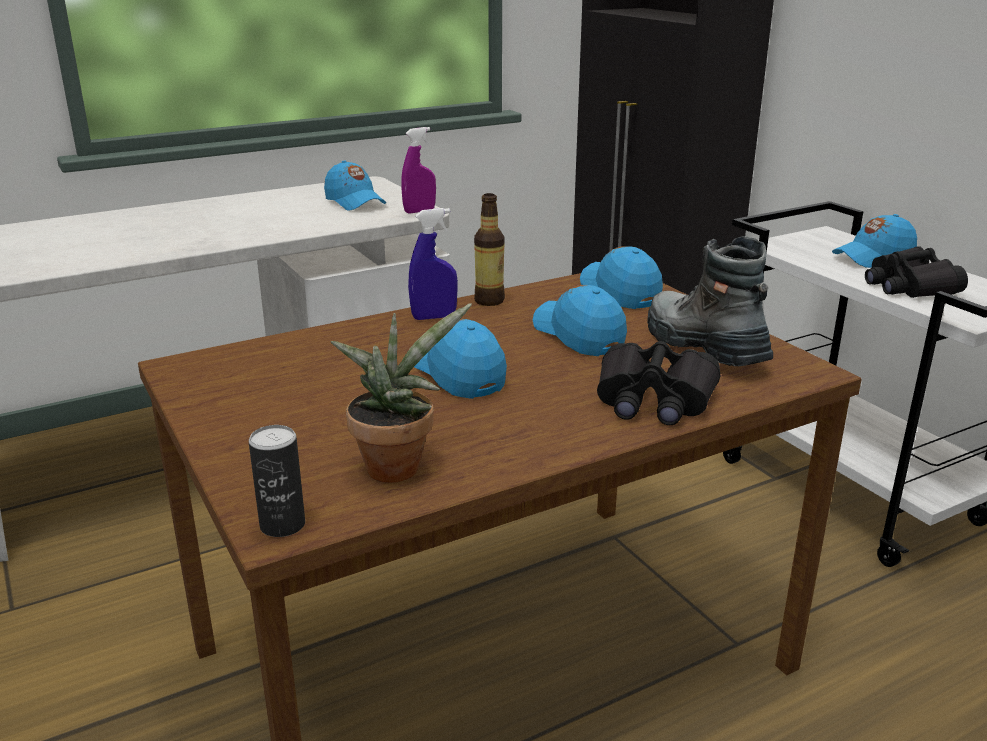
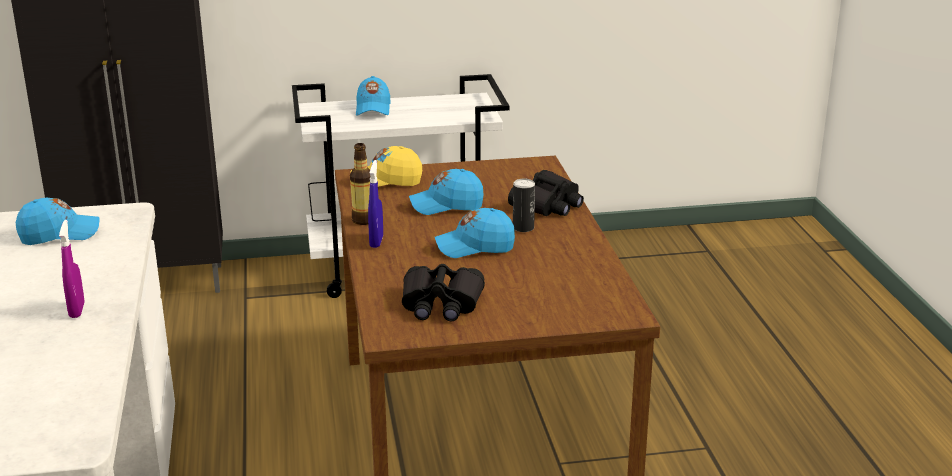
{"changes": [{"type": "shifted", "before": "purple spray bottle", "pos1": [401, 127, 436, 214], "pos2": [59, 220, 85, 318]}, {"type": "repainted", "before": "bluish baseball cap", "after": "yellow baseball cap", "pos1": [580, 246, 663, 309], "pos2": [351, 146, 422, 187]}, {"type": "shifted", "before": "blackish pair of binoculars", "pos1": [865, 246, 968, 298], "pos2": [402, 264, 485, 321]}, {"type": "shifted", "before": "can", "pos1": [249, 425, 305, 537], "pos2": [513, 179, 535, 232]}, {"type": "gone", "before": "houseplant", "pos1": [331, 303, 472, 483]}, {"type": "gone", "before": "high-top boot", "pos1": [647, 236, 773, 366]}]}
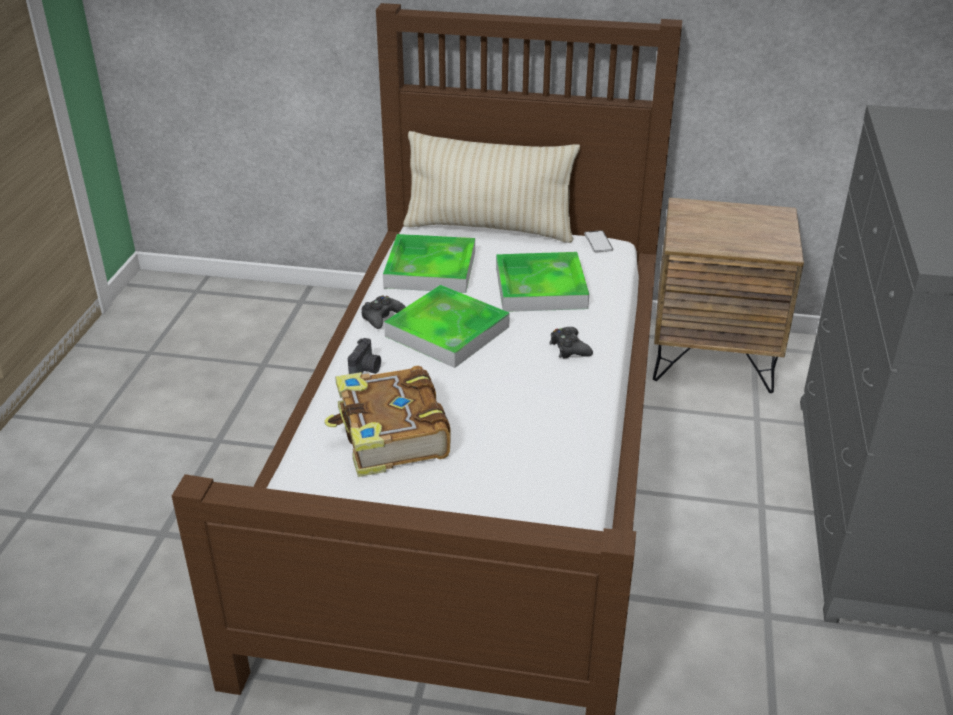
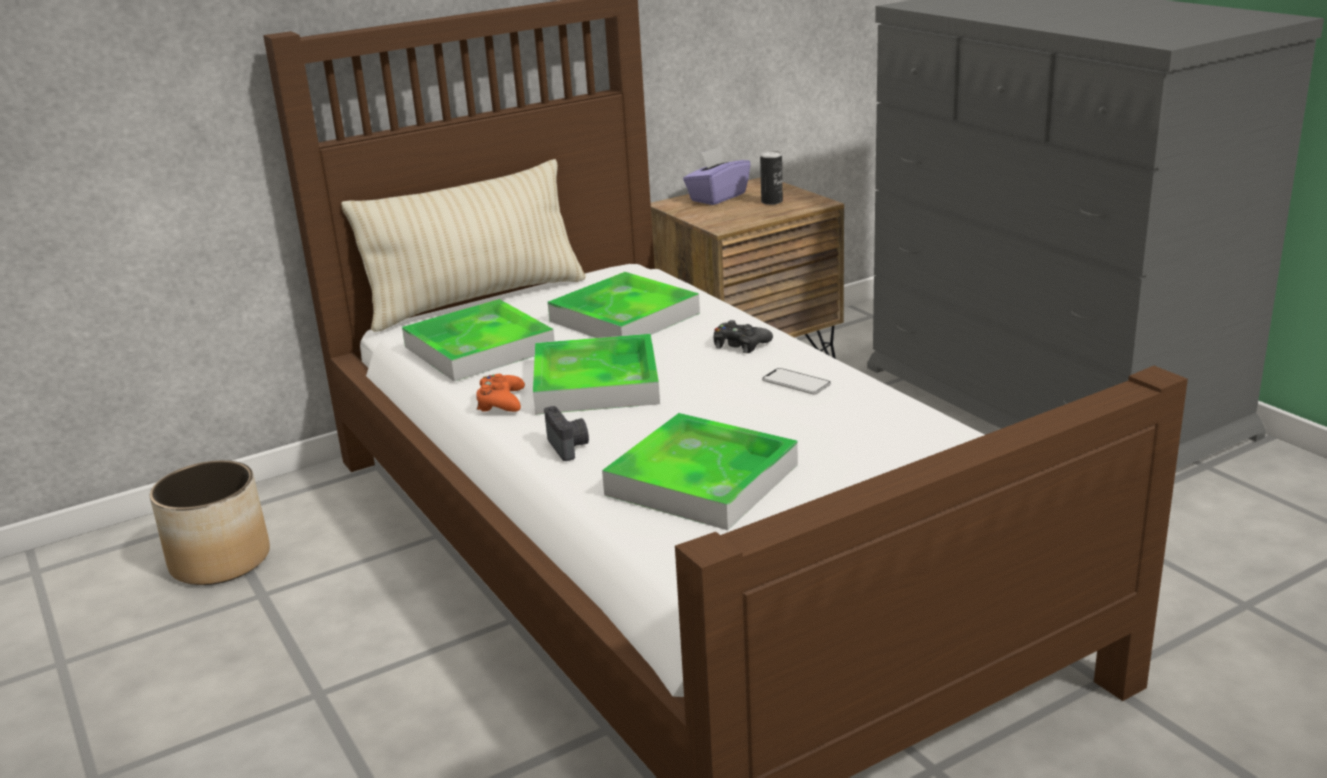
{"changes": [{"type": "new", "after": "planter", "pos2": [150, 460, 270, 585]}, {"type": "repainted", "before": "blackish gamepad", "after": "orange gamepad", "pos1": [361, 295, 406, 329], "pos2": [476, 374, 525, 412]}, {"type": "swapped", "before": "volume", "after": "carrying tray", "pos1": [324, 365, 451, 477], "pos2": [602, 413, 798, 530]}, {"type": "new", "after": "purple box of tissues", "pos2": [683, 146, 751, 205]}, {"type": "new", "after": "can", "pos2": [760, 151, 783, 205]}, {"type": "shifted", "before": "phone", "pos1": [584, 230, 613, 252], "pos2": [762, 368, 831, 394]}]}
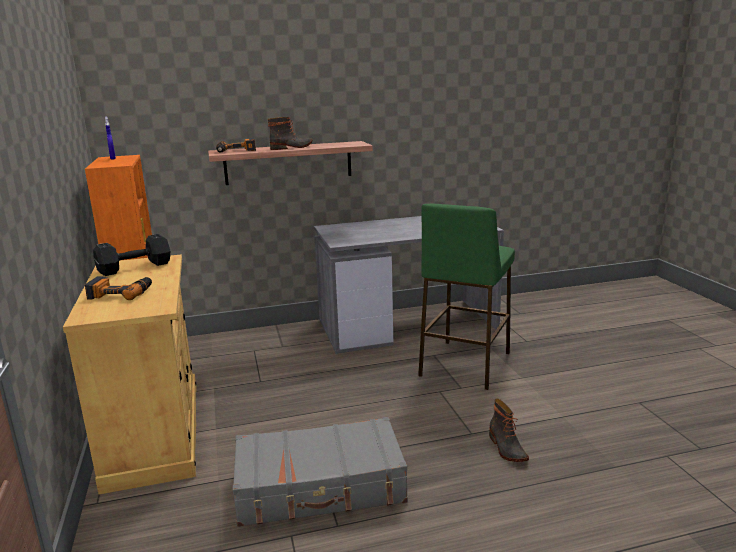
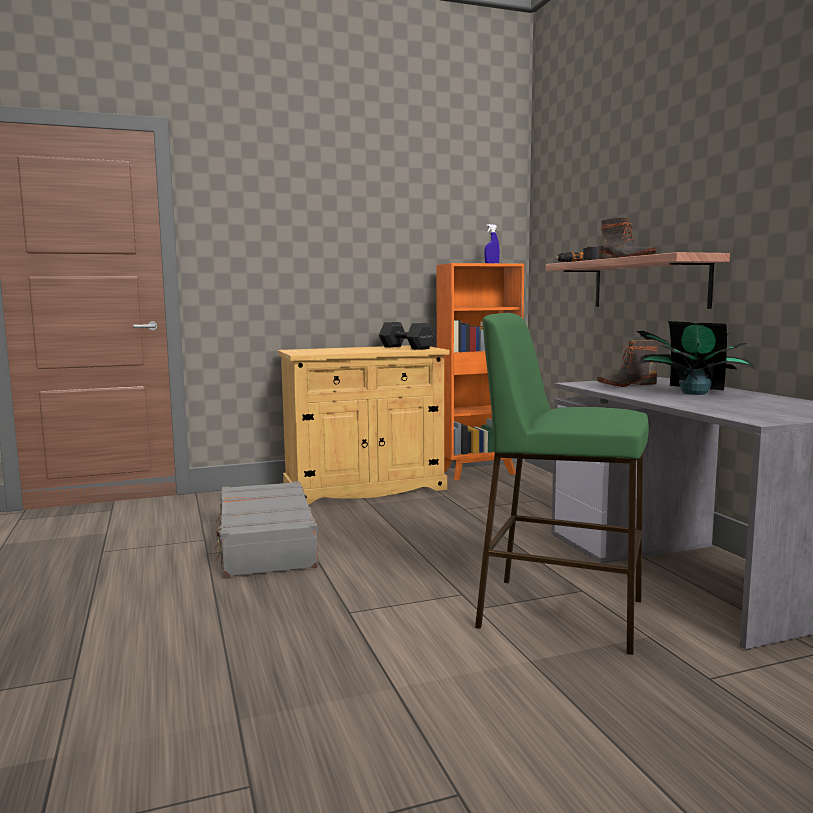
{"changes": [{"type": "shifted", "before": "high-top boot", "pos1": [489, 399, 529, 462], "pos2": [597, 340, 658, 387]}, {"type": "new", "after": "houseplant", "pos2": [637, 321, 756, 395]}, {"type": "gone", "before": "drill", "pos1": [85, 276, 152, 300]}]}
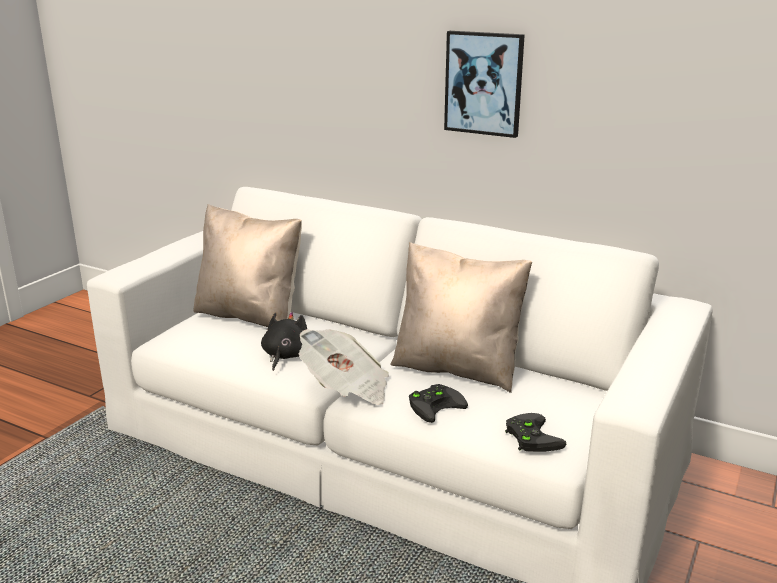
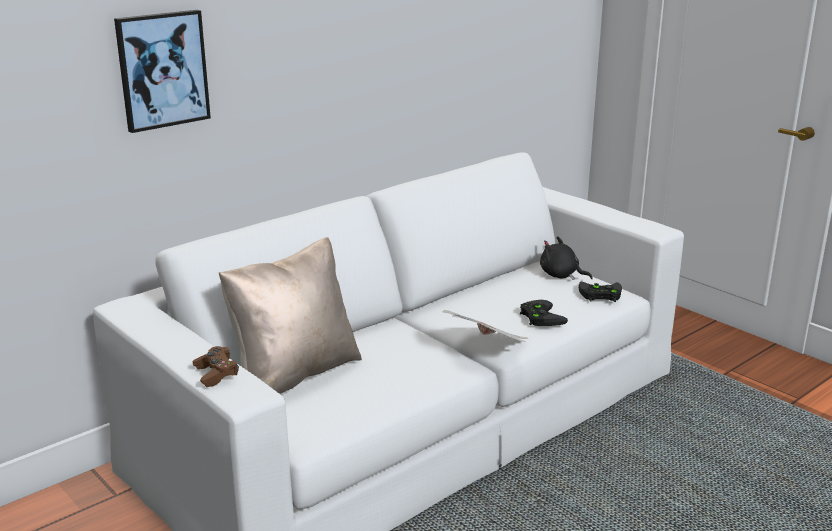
{"changes": [{"type": "shifted", "before": "wall picture", "pos1": [444, 31, 525, 138], "pos2": [114, 10, 211, 133]}, {"type": "new", "after": "brown gamepad", "pos2": [193, 346, 239, 387]}, {"type": "shifted", "before": "blackish cuddly toy", "pos1": [261, 312, 307, 371], "pos2": [540, 236, 593, 280]}, {"type": "gone", "before": "beige-coloured throw pillow", "pos1": [391, 242, 532, 393]}]}
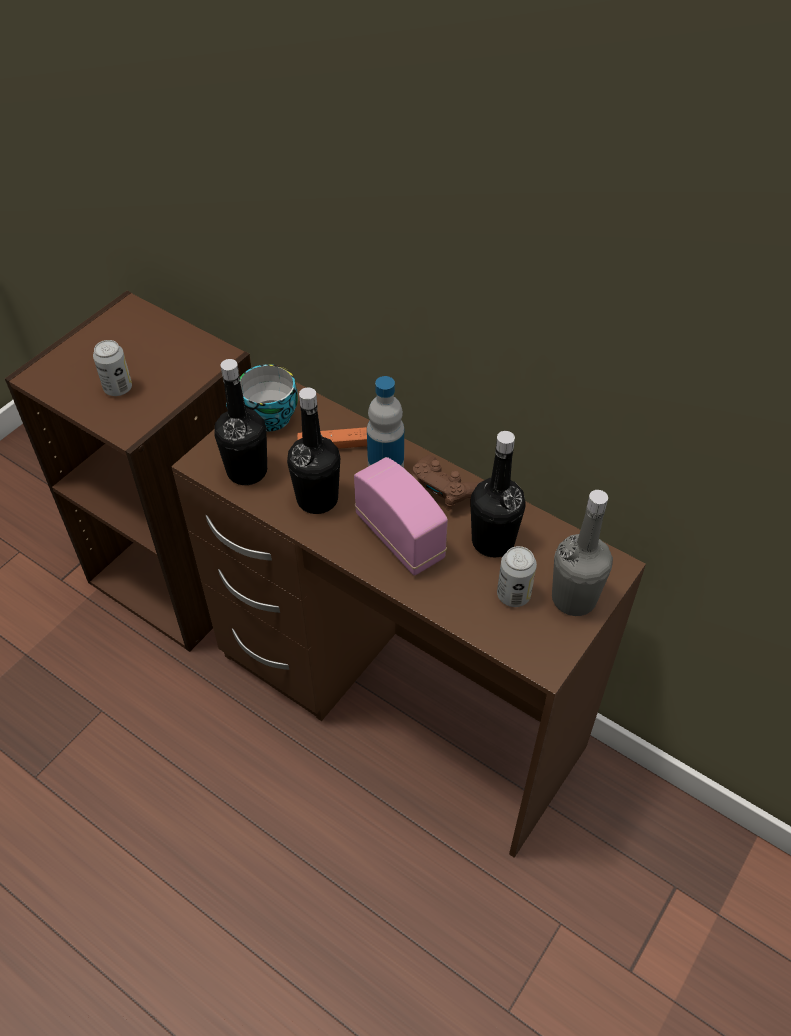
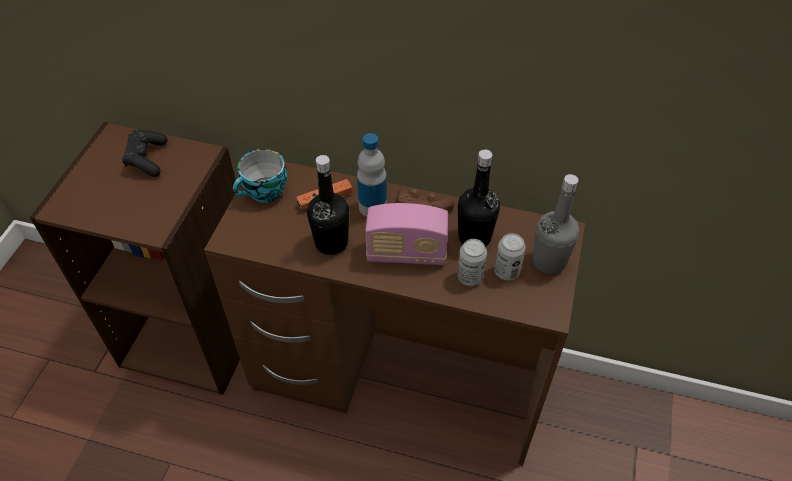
{"changes": [{"type": "new", "after": "blackish gamepad", "pos2": [122, 129, 167, 177]}, {"type": "rotated", "before": "radio set", "pos1": [354, 457, 448, 576], "pos2": [365, 203, 448, 265], "turn": 150}, {"type": "shifted", "before": "can", "pos1": [93, 340, 132, 396], "pos2": [457, 239, 487, 286]}, {"type": "gone", "before": "blackish beverage bottle", "pos1": [214, 359, 267, 485]}]}
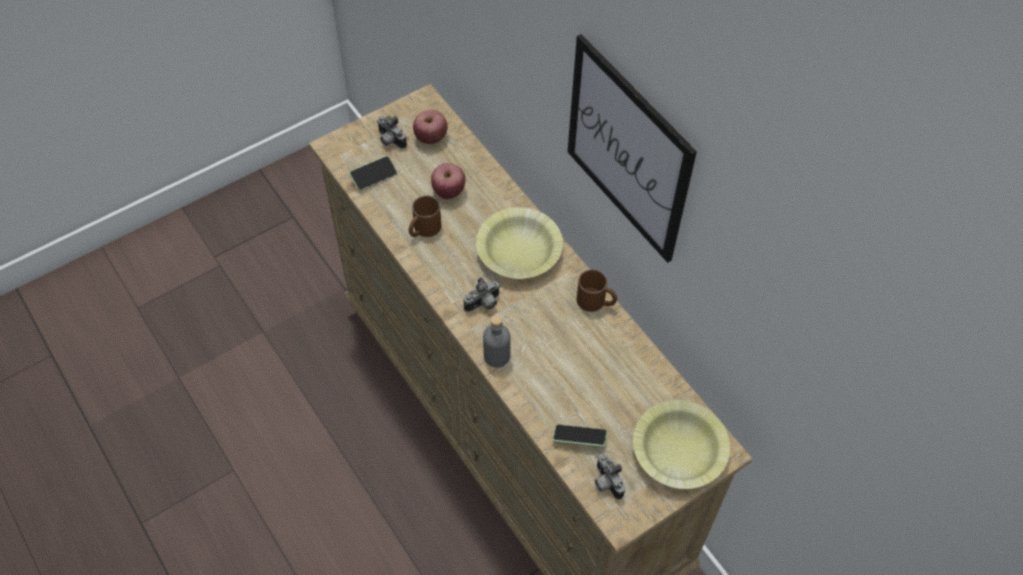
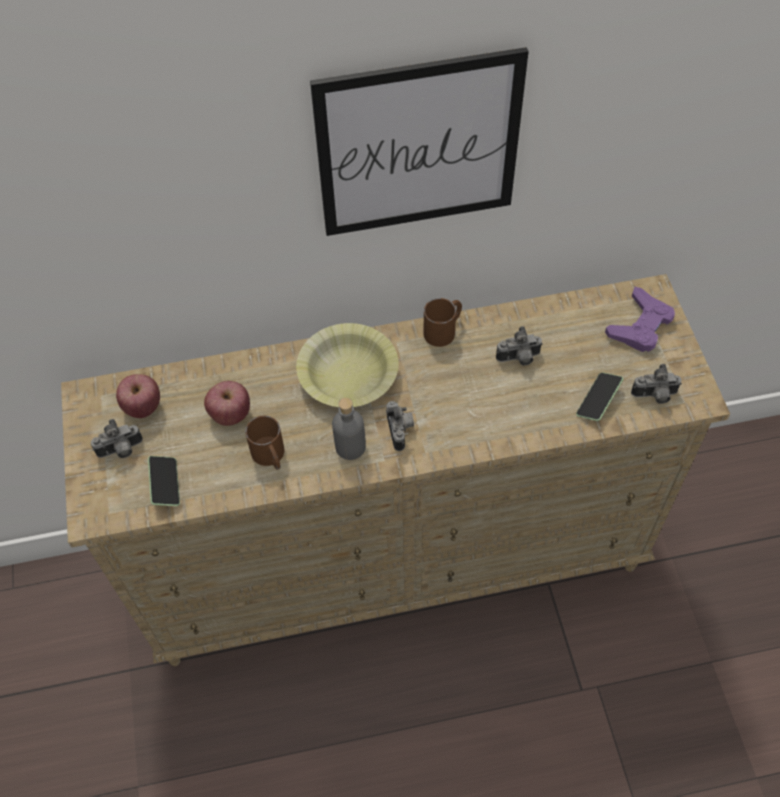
{"changes": [{"type": "shifted", "before": "gray beverage bottle", "pos1": [483, 315, 510, 368], "pos2": [332, 398, 366, 460]}, {"type": "new", "after": "still camera", "pos2": [496, 326, 543, 365]}, {"type": "swapped", "before": "yellow serving bowl", "after": "purple gamepad", "pos1": [633, 400, 730, 489], "pos2": [605, 287, 675, 352]}]}
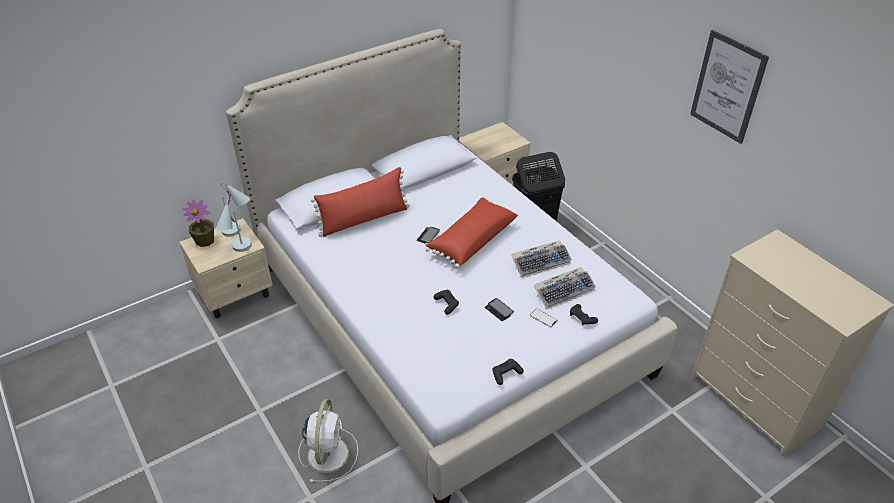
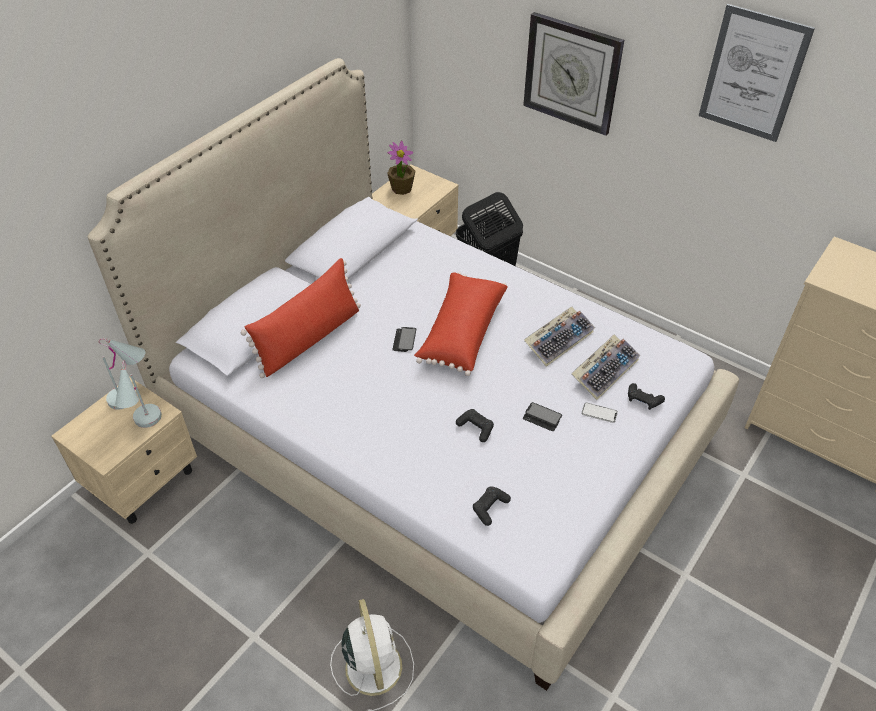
{"changes": [{"type": "shifted", "before": "houseplant", "pos1": [182, 200, 214, 247], "pos2": [387, 141, 415, 195]}, {"type": "shifted", "before": "blackish gamepad", "pos1": [492, 359, 524, 385], "pos2": [473, 486, 511, 526]}, {"type": "new", "after": "clock on the wall", "pos2": [523, 12, 624, 136]}]}
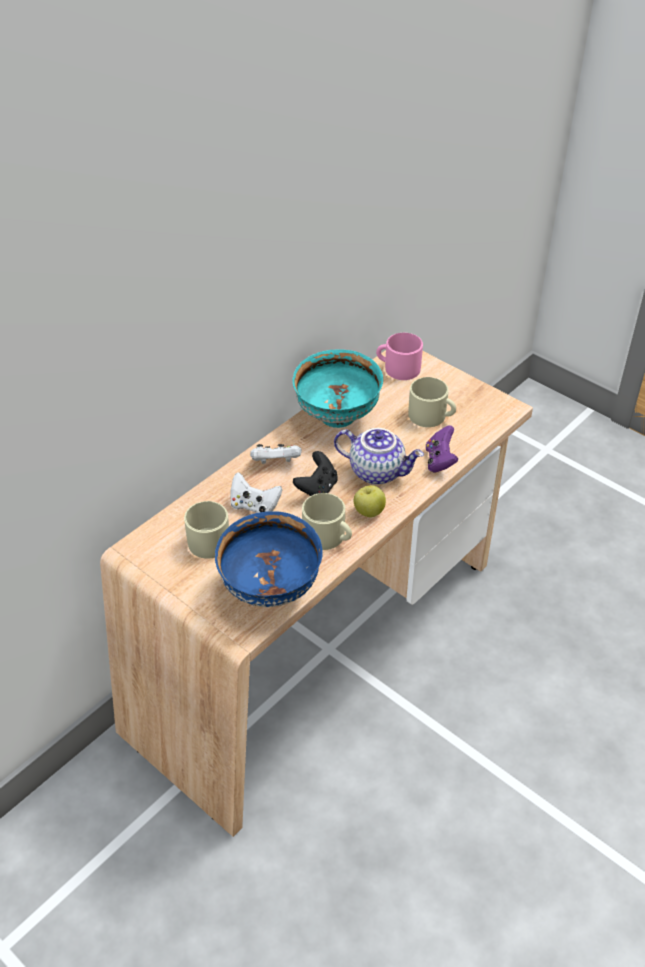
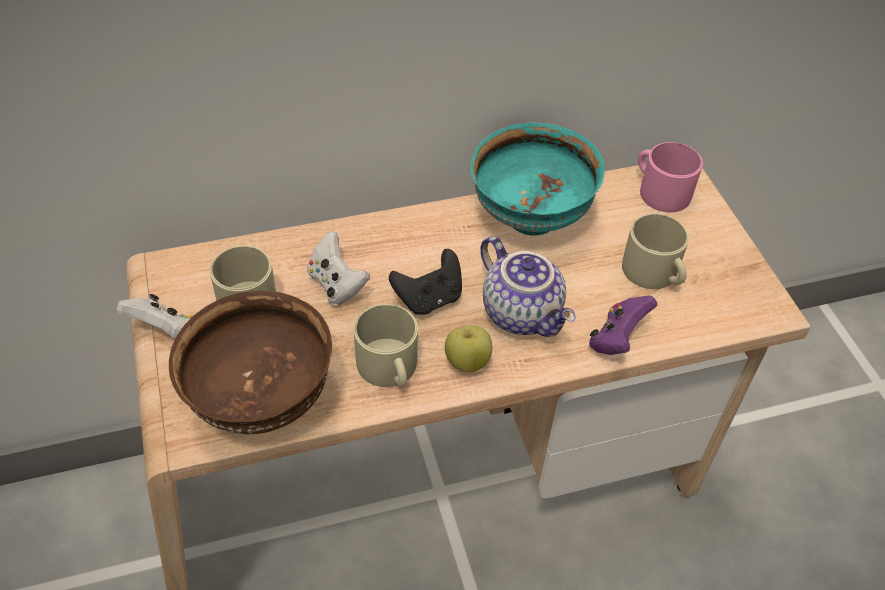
{"changes": [{"type": "shifted", "before": "whitish gamepad", "pos1": [250, 444, 302, 464], "pos2": [116, 294, 192, 339]}, {"type": "repainted", "before": "bluish serving bowl", "after": "brown serving bowl", "pos1": [215, 511, 323, 607], "pos2": [169, 290, 332, 434]}]}
